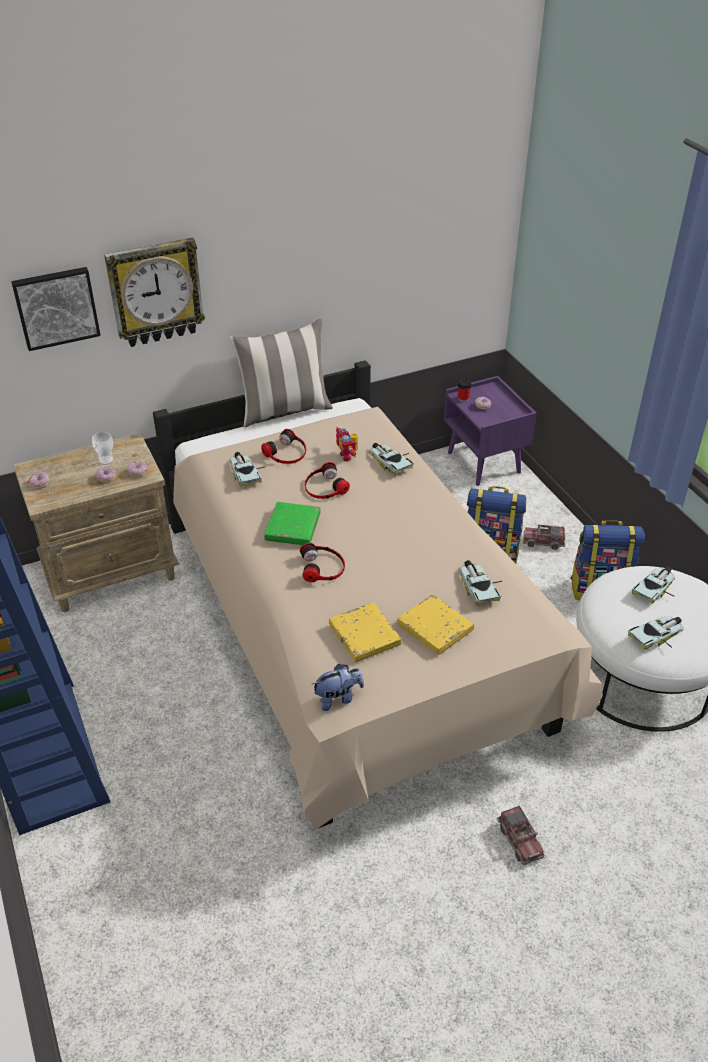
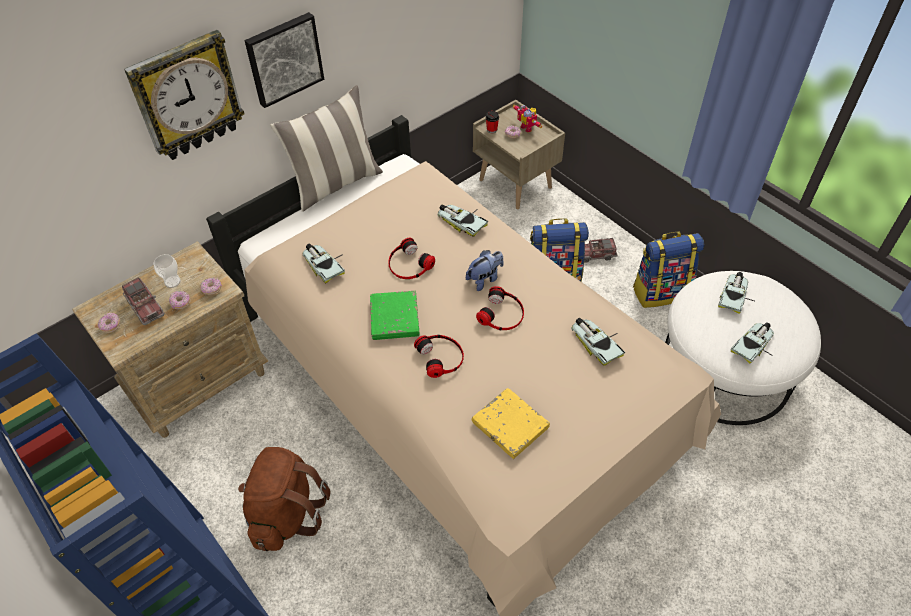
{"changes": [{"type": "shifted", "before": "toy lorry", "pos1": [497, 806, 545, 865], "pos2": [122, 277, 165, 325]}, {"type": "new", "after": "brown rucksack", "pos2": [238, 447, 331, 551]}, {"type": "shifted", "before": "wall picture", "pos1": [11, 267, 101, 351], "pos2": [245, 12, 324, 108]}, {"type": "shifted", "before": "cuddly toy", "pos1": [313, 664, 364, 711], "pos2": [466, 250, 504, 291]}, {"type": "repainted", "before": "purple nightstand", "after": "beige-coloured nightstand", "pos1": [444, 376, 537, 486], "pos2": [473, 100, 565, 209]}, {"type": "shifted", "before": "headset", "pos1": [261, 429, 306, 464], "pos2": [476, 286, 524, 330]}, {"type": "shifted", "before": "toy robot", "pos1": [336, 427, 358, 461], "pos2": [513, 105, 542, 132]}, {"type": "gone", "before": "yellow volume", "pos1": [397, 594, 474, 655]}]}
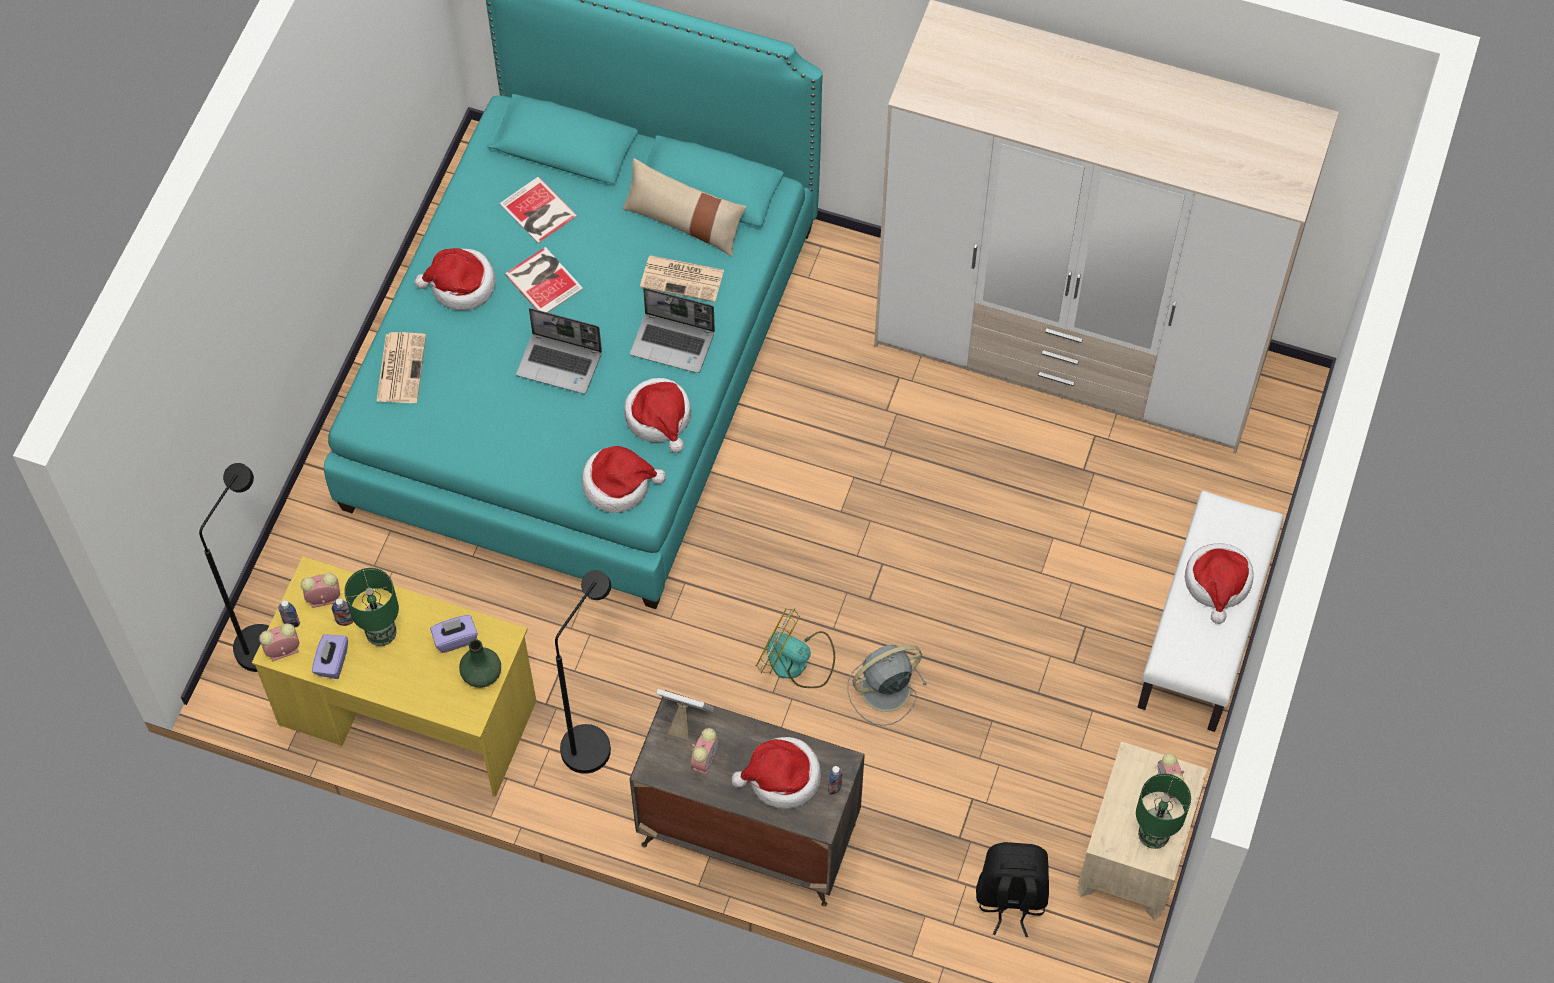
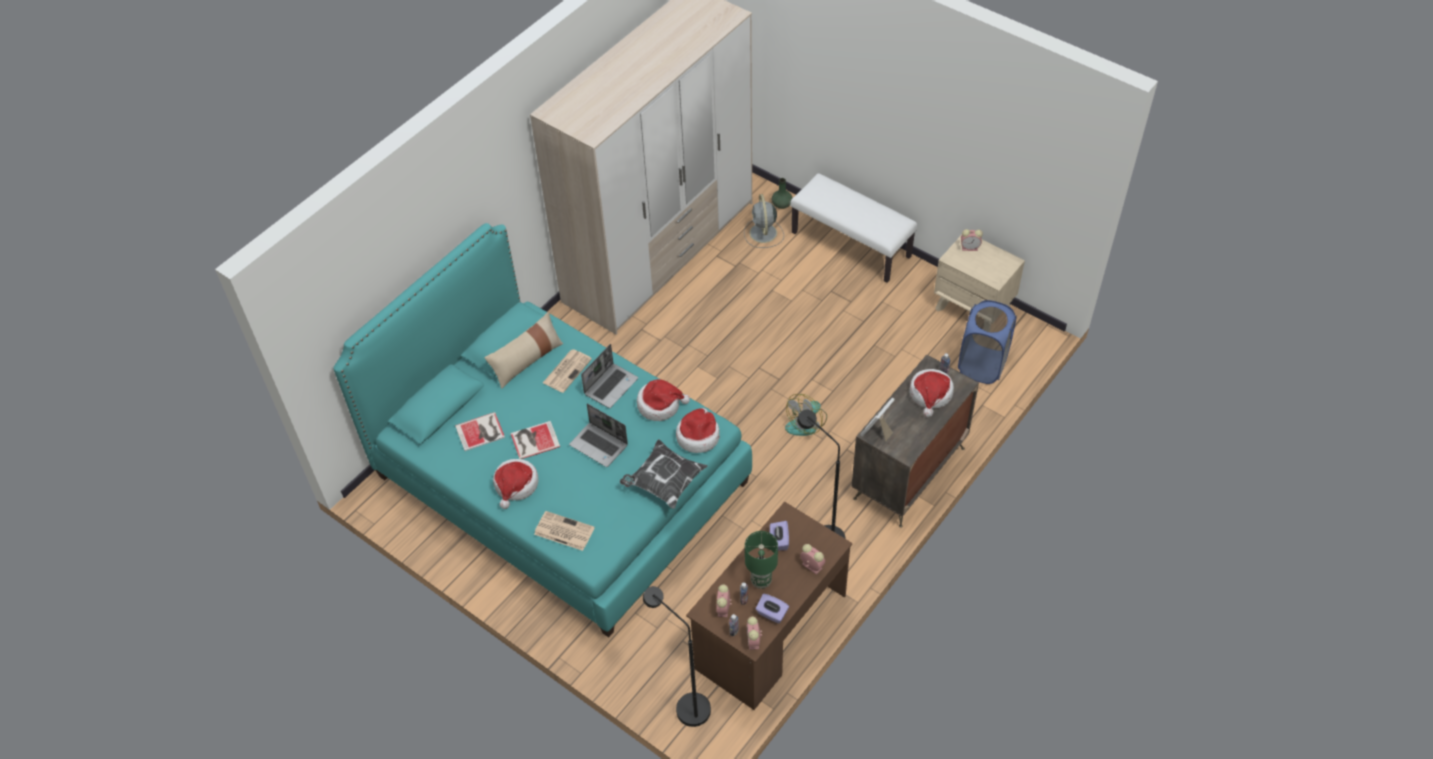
{"changes": [{"type": "rotated", "before": "portable computer", "pos1": [516, 308, 602, 394], "pos2": [569, 403, 628, 467], "turn": 90}, {"type": "new", "after": "throw pillow", "pos2": [620, 439, 708, 509]}, {"type": "repainted", "before": "yellow desk table", "after": "brown desk table", "pos1": [252, 556, 536, 797], "pos2": [686, 502, 852, 710]}, {"type": "shifted", "before": "gray electric fan", "pos1": [847, 645, 927, 726], "pos2": [744, 194, 784, 248]}, {"type": "shifted", "before": "green vase", "pos1": [459, 639, 501, 688], "pos2": [772, 178, 793, 209]}, {"type": "shifted", "before": "alarm clock", "pos1": [691, 728, 719, 775], "pos2": [800, 544, 825, 575]}, {"type": "swapped", "before": "blackish rucksack", "after": "bluish hamper", "pos1": [976, 842, 1049, 937], "pos2": [958, 300, 1016, 384]}, {"type": "gone", "before": "green table lamp", "pos1": [1136, 774, 1191, 849]}, {"type": "gone", "before": "clothing hat", "pos1": [1185, 543, 1254, 624]}]}
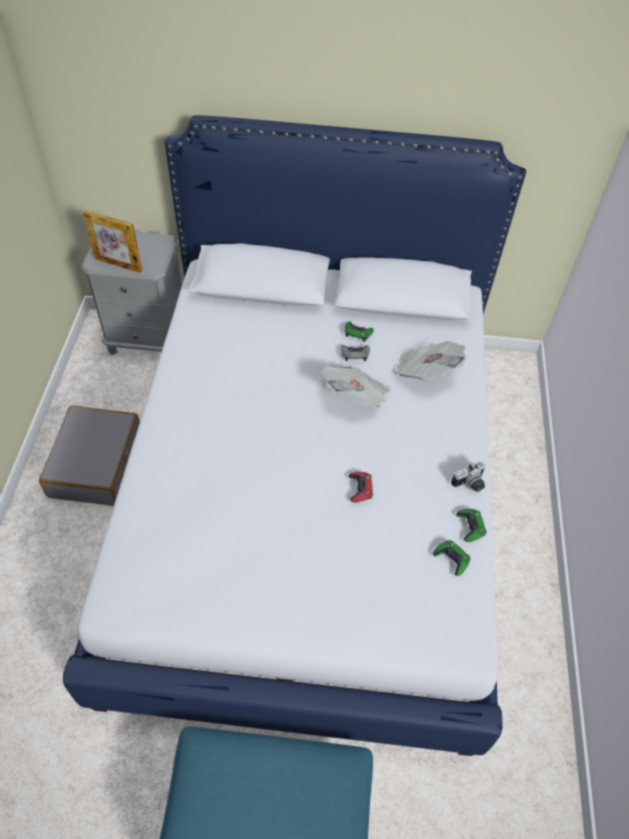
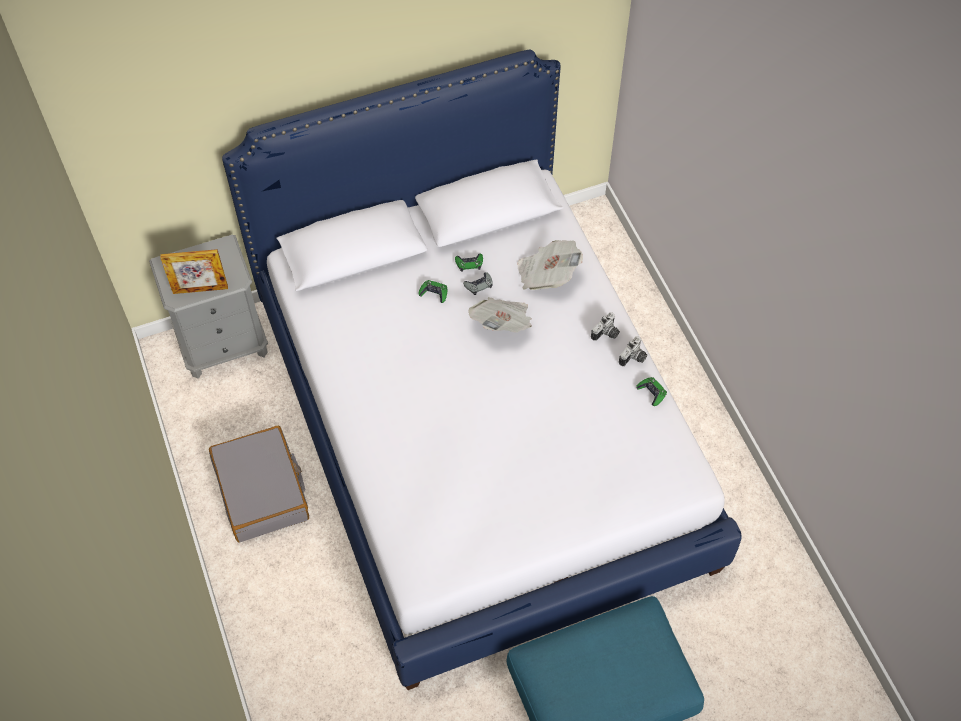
{"changes": [{"type": "shifted", "before": "green gamepad", "pos1": [433, 540, 470, 576], "pos2": [418, 280, 447, 303]}, {"type": "new", "after": "still camera", "pos2": [591, 312, 620, 341]}, {"type": "gone", "before": "reddish gamepad", "pos1": [349, 472, 373, 502]}]}
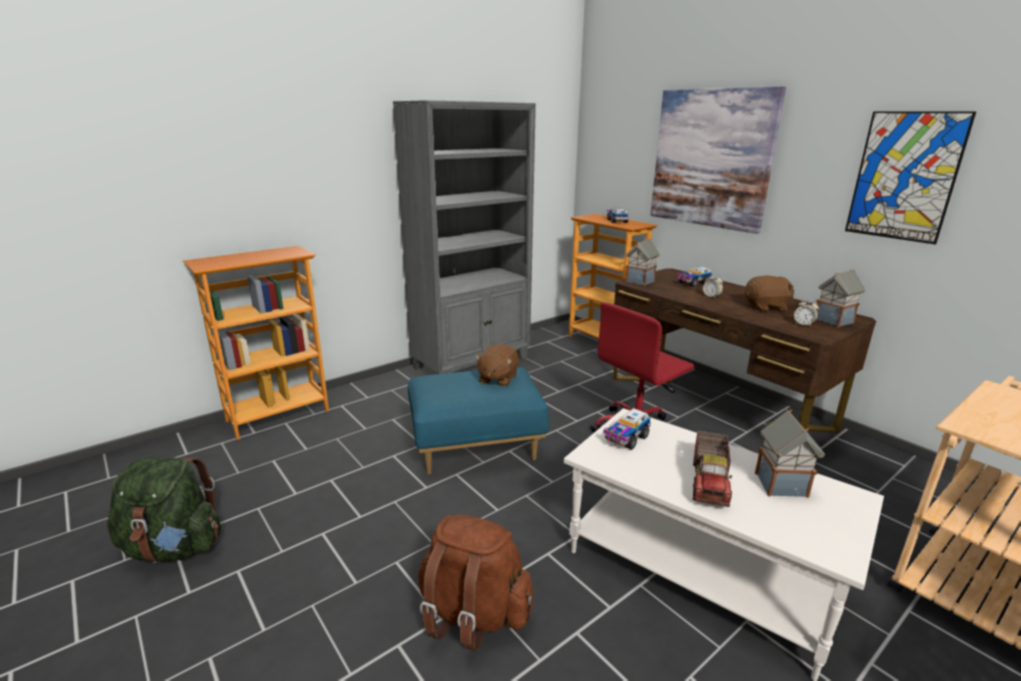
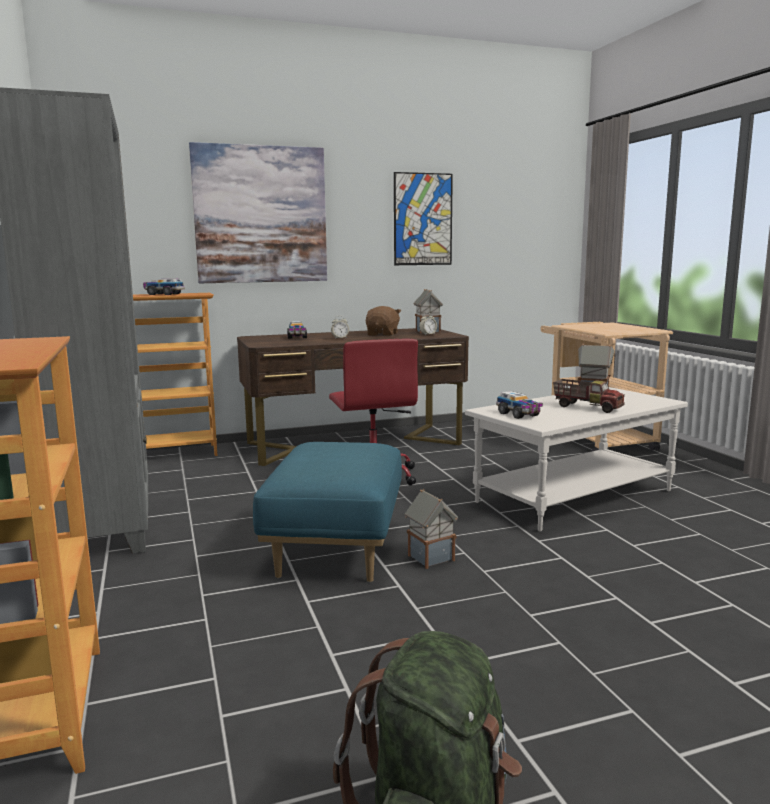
{"changes": [{"type": "shifted", "before": "model house", "pos1": [625, 239, 660, 286], "pos2": [405, 489, 458, 569]}, {"type": "gone", "before": "brown rucksack", "pos1": [418, 514, 533, 651]}, {"type": "gone", "before": "brown cuddly toy", "pos1": [475, 344, 519, 387]}]}
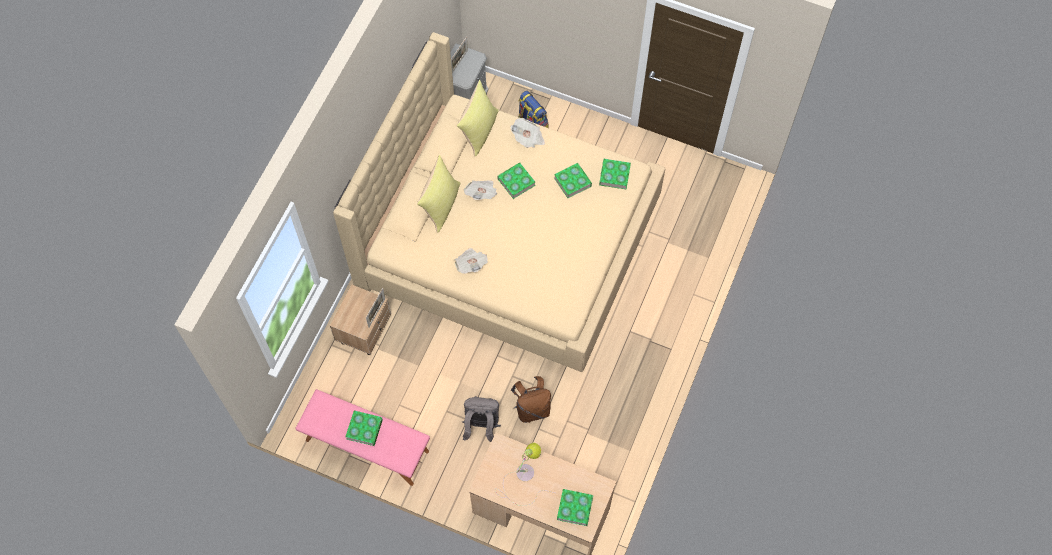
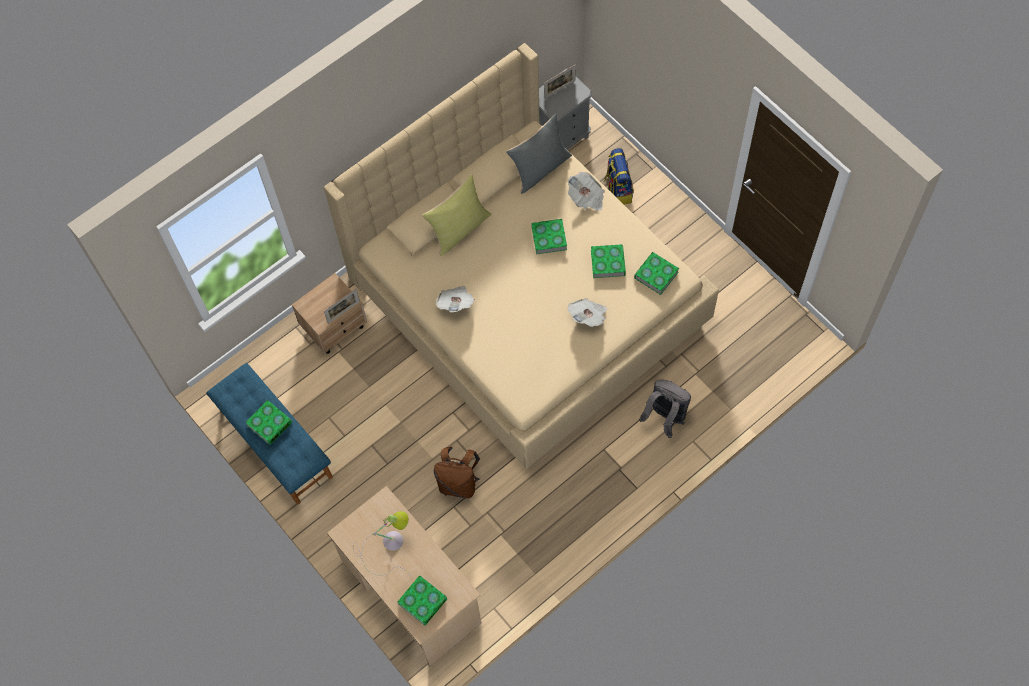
{"changes": [{"type": "repainted", "before": "pinkish indoor bench", "after": "bluish indoor bench", "pos1": [296, 389, 430, 486], "pos2": [206, 363, 333, 504]}, {"type": "repainted", "before": "yellow throw pillow", "after": "gray throw pillow", "pos1": [457, 80, 499, 157], "pos2": [506, 114, 572, 194]}, {"type": "shifted", "before": "daily paper", "pos1": [464, 180, 497, 200], "pos2": [567, 298, 607, 327]}, {"type": "shifted", "before": "gray rucksack", "pos1": [462, 396, 501, 442], "pos2": [639, 379, 691, 438]}]}
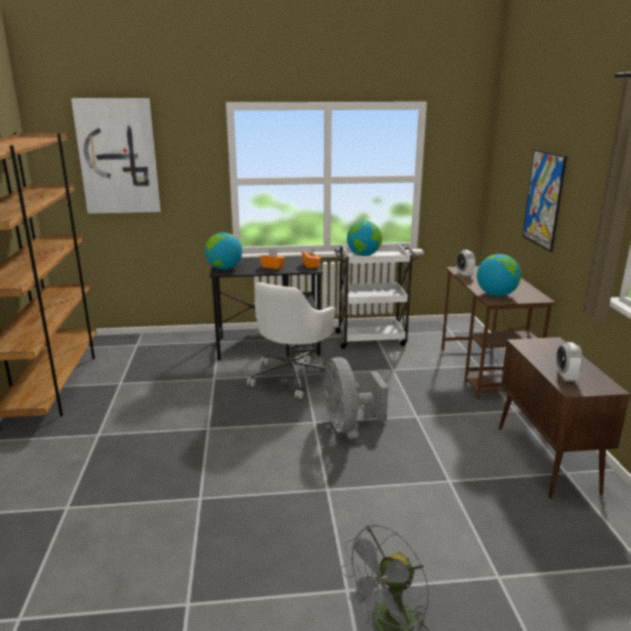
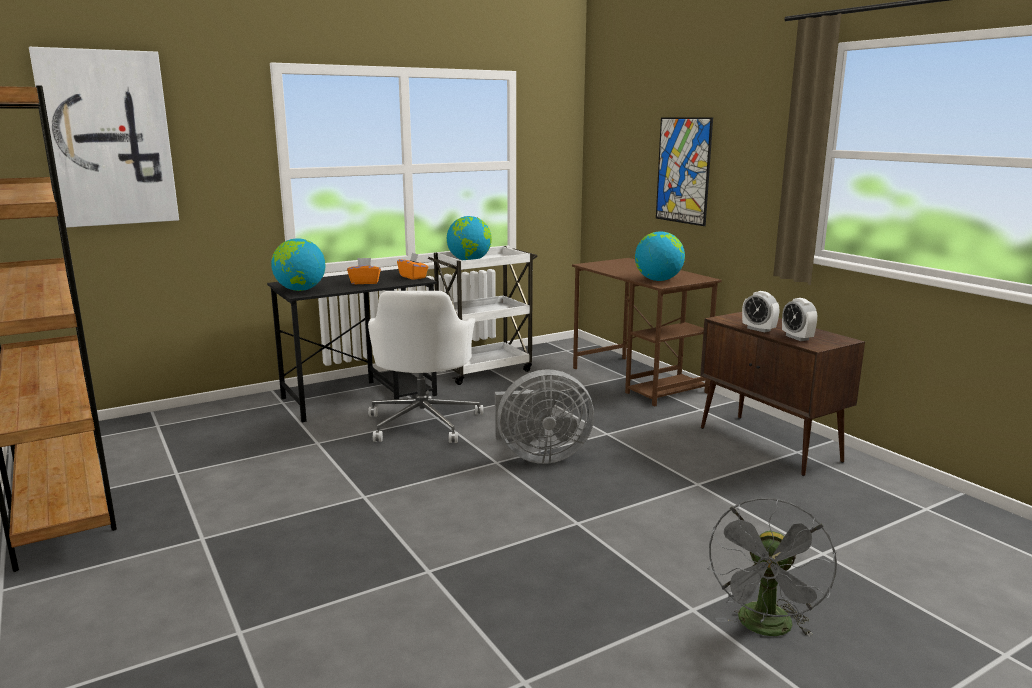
{"changes": [{"type": "rotated", "before": "gray electric fan", "pos1": [323, 357, 388, 433], "pos2": [495, 369, 594, 464], "turn": -60}, {"type": "shifted", "before": "alarm clock", "pos1": [456, 250, 476, 277], "pos2": [742, 291, 779, 332]}]}
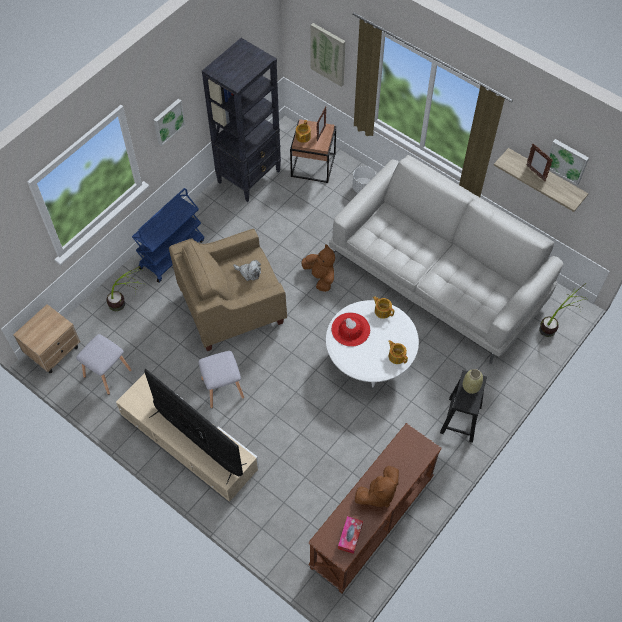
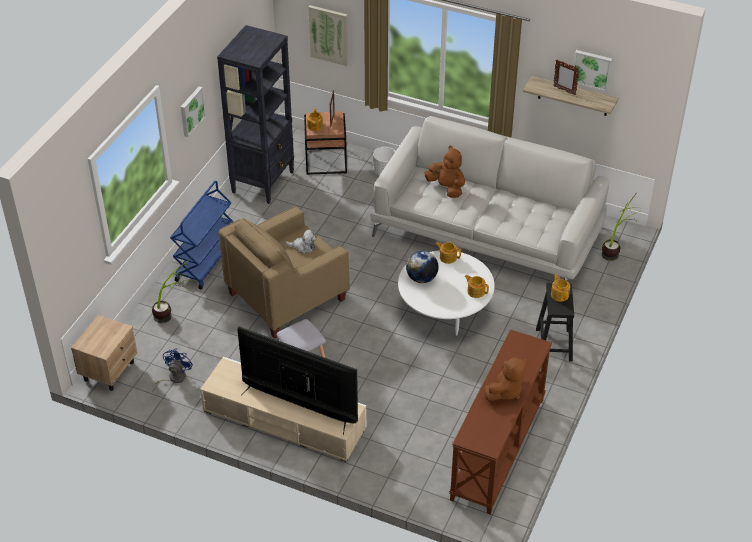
{"changes": [{"type": "swapped", "before": "gray stool seat", "after": "bluish electric fan", "pos1": [76, 334, 132, 395], "pos2": [152, 349, 193, 392]}, {"type": "swapped", "before": "reddish clothing hat", "after": "desk globe", "pos1": [331, 313, 370, 347], "pos2": [406, 251, 439, 283]}, {"type": "shifted", "before": "brown cuddly toy", "pos1": [301, 244, 335, 292], "pos2": [425, 146, 465, 198]}, {"type": "swapped", "before": "beige-coloured vase", "after": "pot for tea", "pos1": [463, 369, 483, 394], "pos2": [551, 274, 570, 302]}, {"type": "gone", "before": "box of tissues", "pos1": [338, 516, 363, 554]}]}
